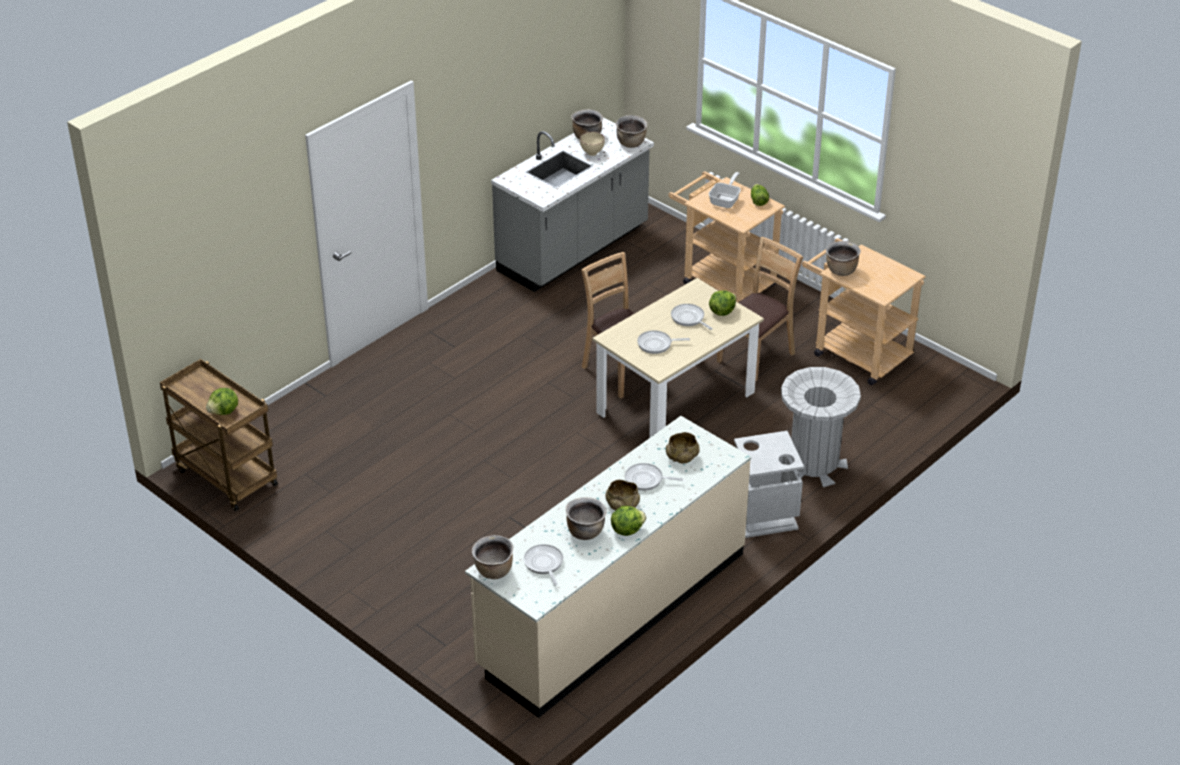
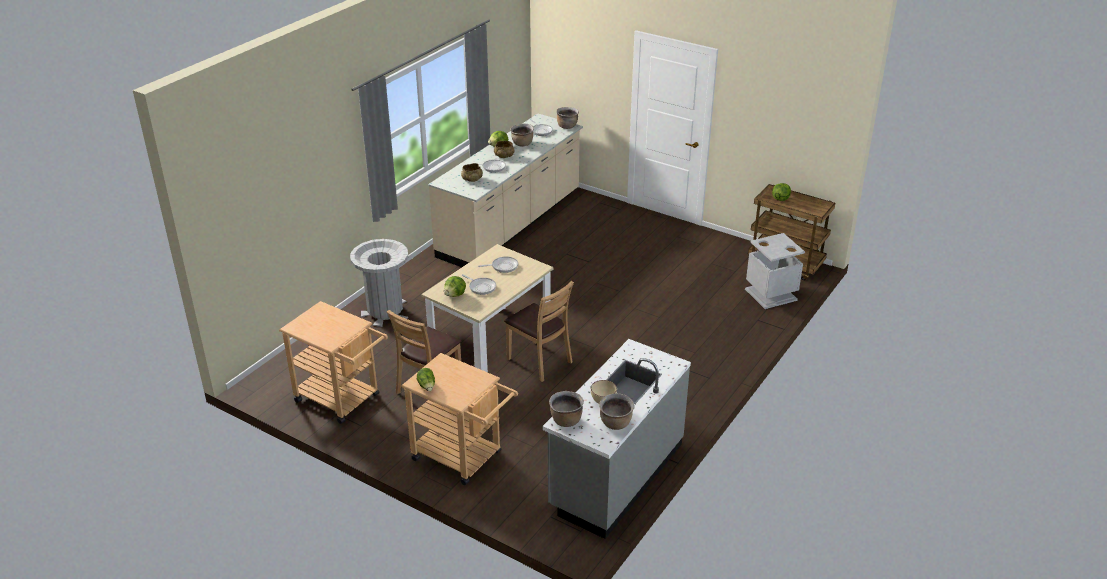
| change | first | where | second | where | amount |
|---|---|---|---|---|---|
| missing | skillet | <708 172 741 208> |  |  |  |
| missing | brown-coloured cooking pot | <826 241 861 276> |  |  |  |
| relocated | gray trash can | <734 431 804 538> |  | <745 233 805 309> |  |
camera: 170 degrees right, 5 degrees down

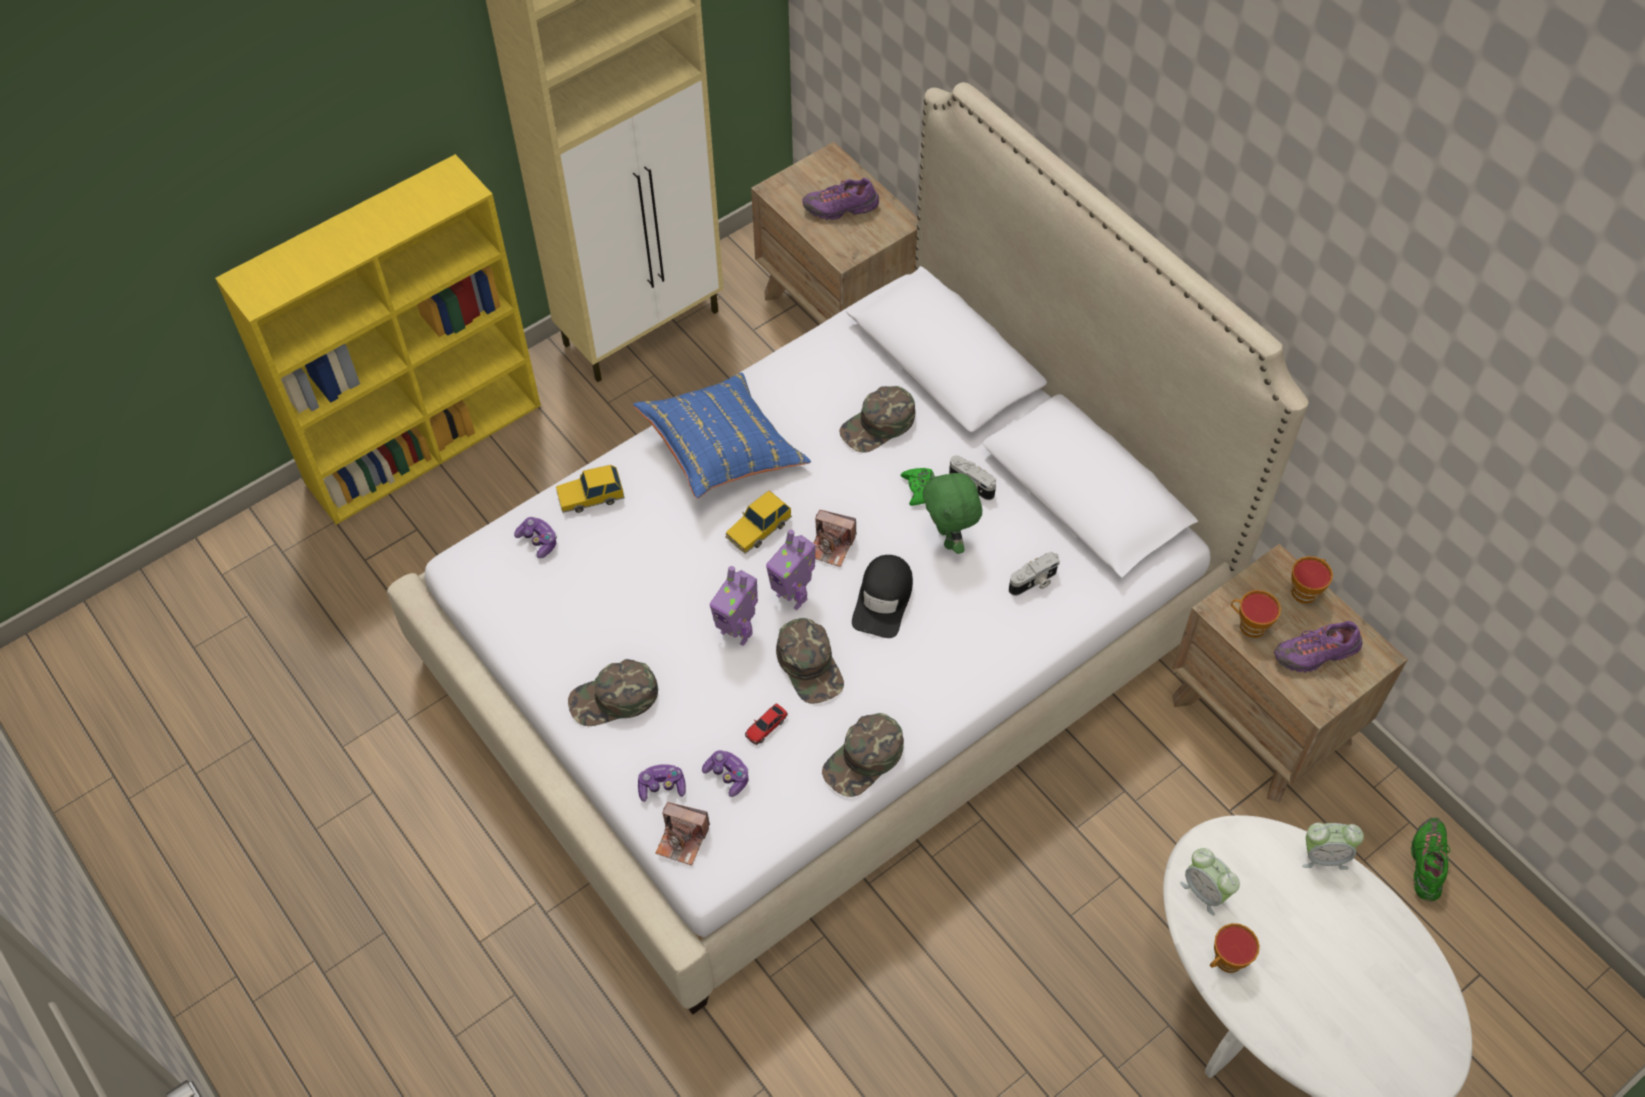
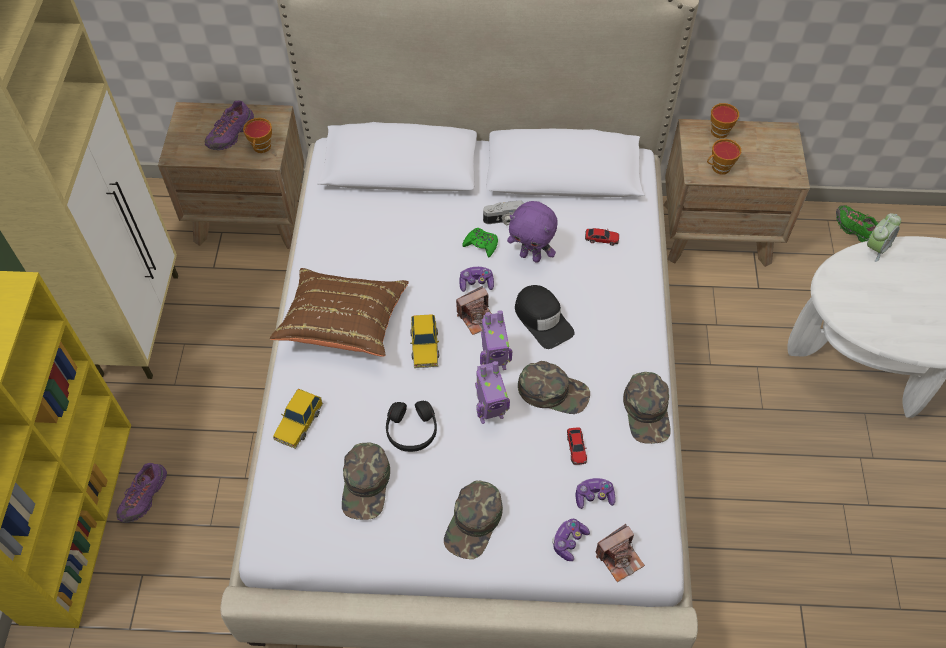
| change | first | where | second | where | amount |
|---|---|---|---|---|---|
| colour | blue pillow | <633 373 811 499> | brown-coloured pillow | <270 268 409 357> |  |
| relocated | green baseball cap | <839 386 916 453> |  | <342 443 390 520> |  |
| colour | green soft toy | <922 471 982 554> | purplish soft toy | <507 201 558 263> |  |
| relocated | joypad | <514 517 557 559> |  | <459 267 494 292> |  |
| exchanged | still camera | <1009 552 1060 596> | model car | <585 228 619 246> |  |
| relocated | purplish shoe | <1274 621 1362 673> |  | <116 463 167 523> |  |
| missing | bedside clock | <1180 848 1240 916> |  |  |  |
| relocated | small cup | <1210 923 1260 973> |  | <243 118 272 153> |  |
| appeared |  |  | black pair of headphones | <386 401 437 452> |  |
camera: 50 degrees left, 0 degrees up

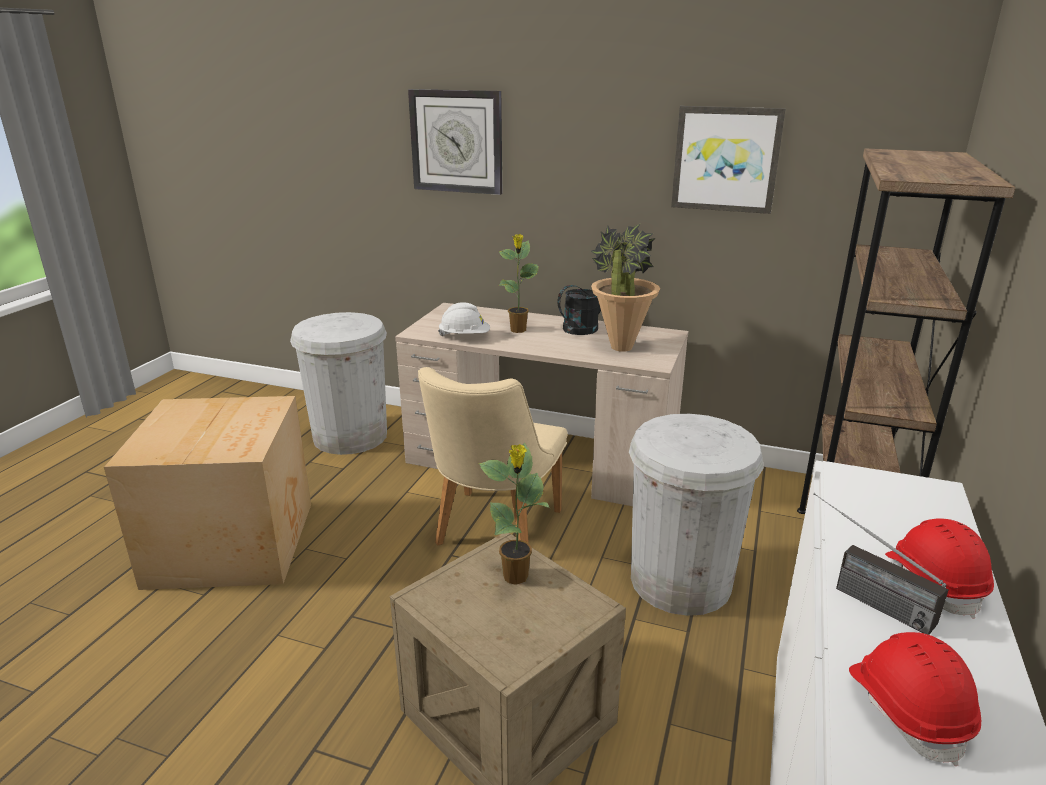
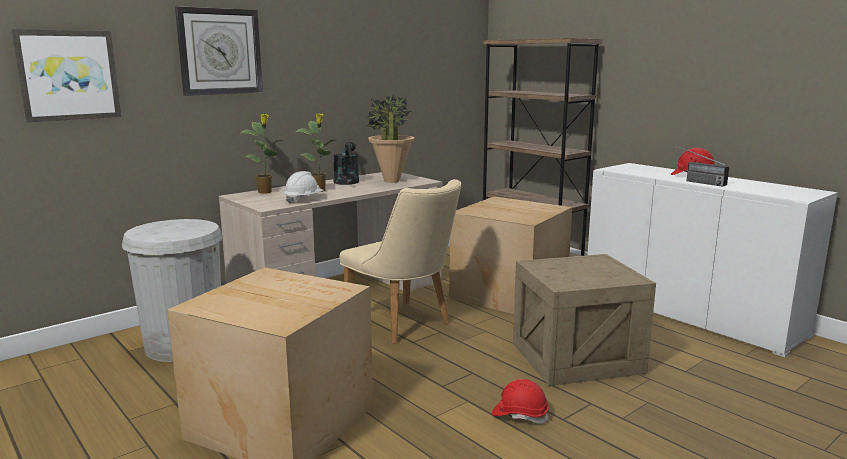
| change | first | where | second | where | amount |
|---|---|---|---|---|---|
| relocated | wall picture | <671 106 786 214> |  | <11 29 121 122> |  |
| exchanged | white-coloured trash can | <629 414 764 616> | carton | <449 196 572 314> |  |
| relocated | potted plant | <479 443 550 585> |  | <241 114 283 194> |  |
| spun | radio set | <813 493 948 635> |  | <674 145 729 187> | 60 degrees clockwise |
| relocated | red work helmet | <849 632 981 766> |  | <492 379 549 424> |  |
camera: 60 degrees left, 10 degrees down

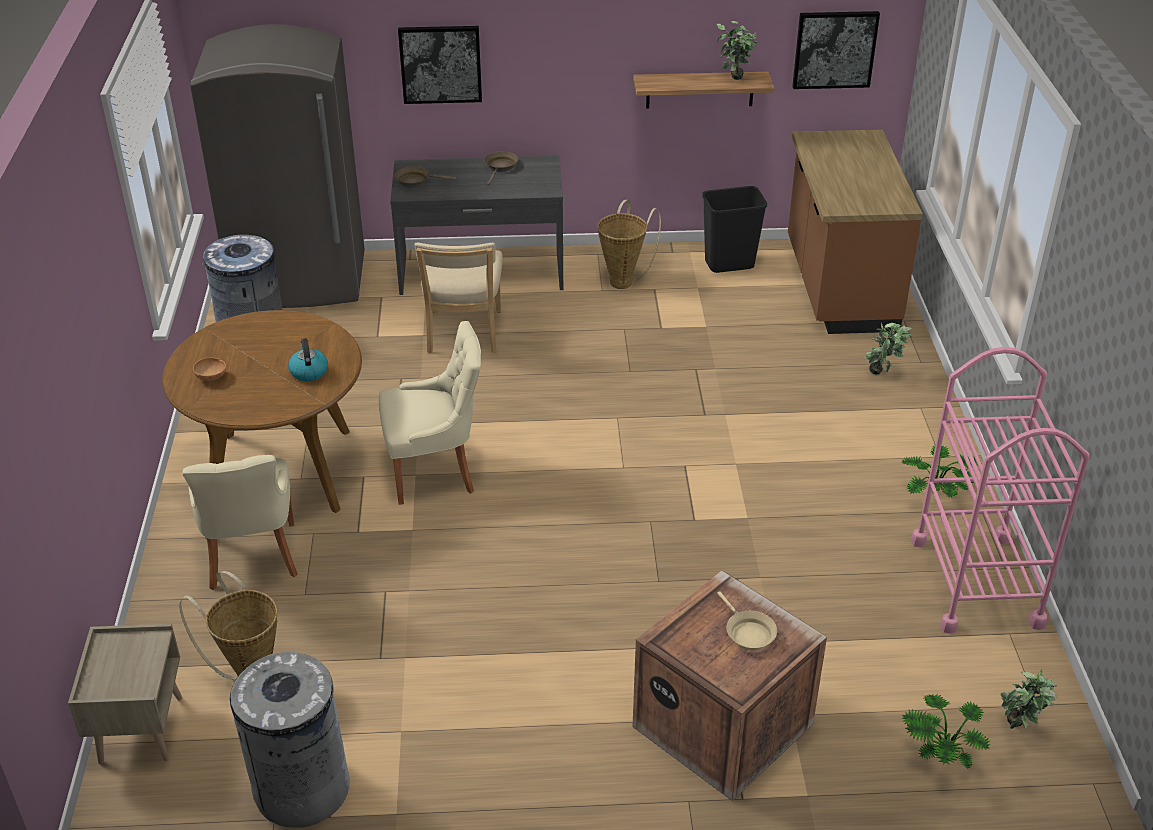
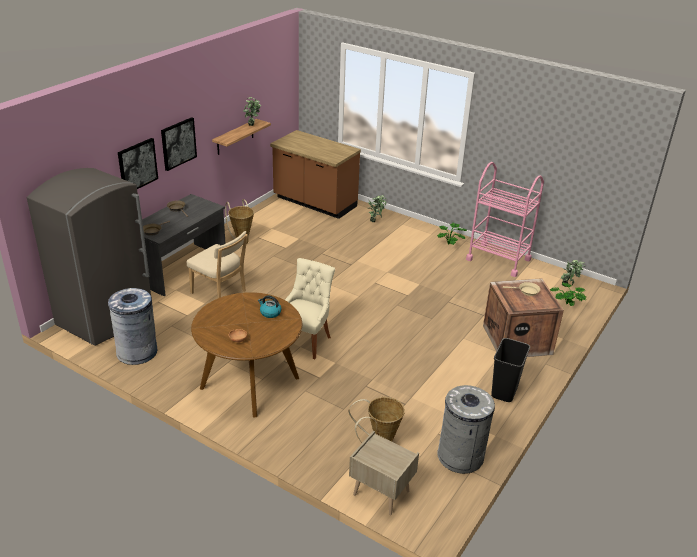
| change | first | where | second | where | amount |
|---|---|---|---|---|---|
| relocated | wall picture | <792 11 880 89> |  | <161 117 197 171> |  |
| relocated | black trash can | <702 186 767 273> |  | <491 338 530 402> |  |
| missing | beige-coloured upright chair | <183 455 298 590> |  |  |  |
camera: 55 degrees left, 5 degrees down

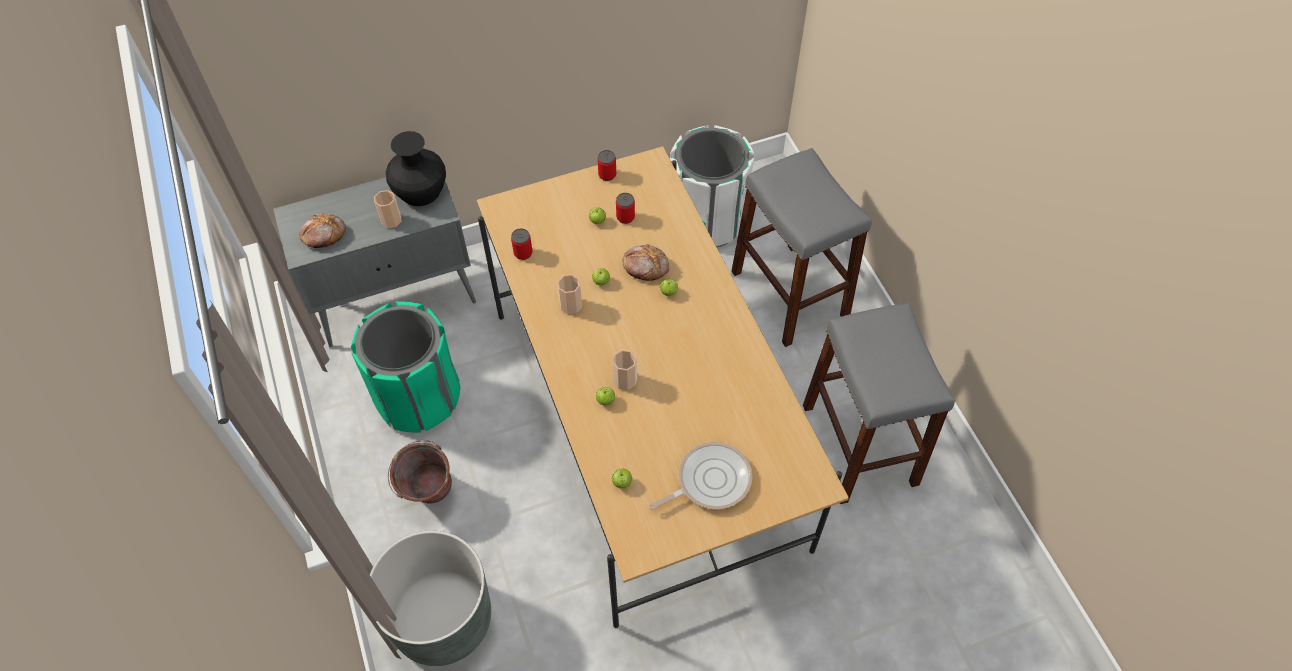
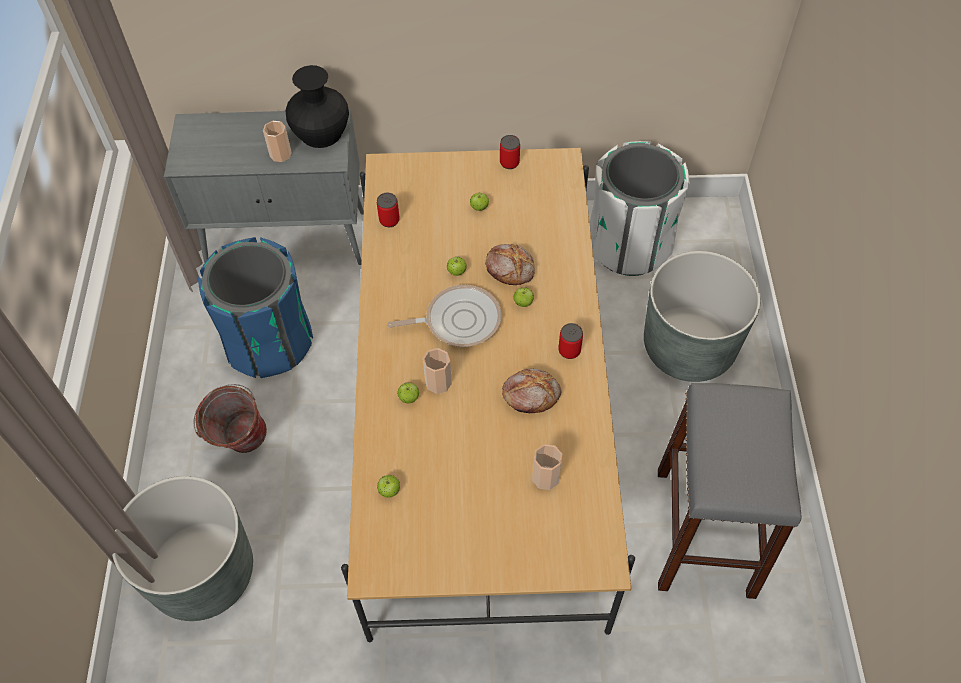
| change | first | where | second | where | amount |
|---|---|---|---|---|---|
| exchanged | gray stool seat | <731 148 872 347> | gray flower pot | <644 251 760 382> |  |
| relocated | metal can | <616 193 635 224> |  | <558 323 583 359> |  |
| relocated | bakery bread | <299 214 346 248> |  | <502 369 561 413> |  |
| relocated | small cup | <557 274 582 314> |  | <532 444 562 490> |  |
| colour | green trash can | <351 301 461 433> | blue trash can | <198 237 313 378> |  |
| relocated | skillet | <649 442 752 510> |  | <387 285 501 347> |  |
camera: 20 degrees right, 0 degrees up

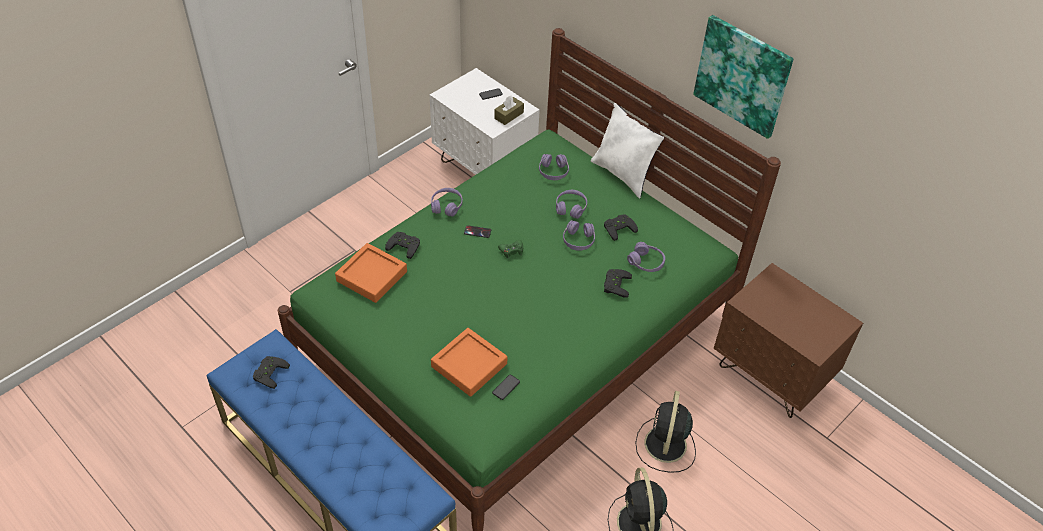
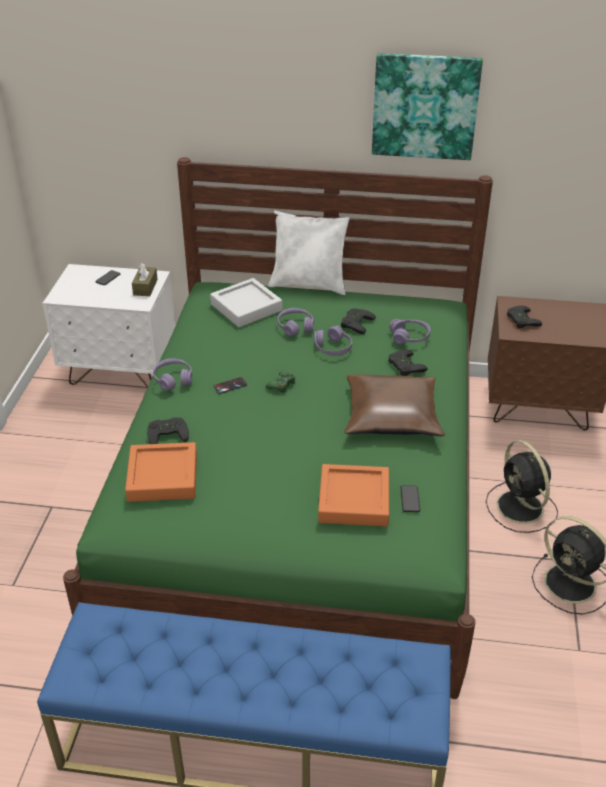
| change | first | where | second | where | amount |
|---|---|---|---|---|---|
| exchanged | purplish pair of headphones | <539 154 569 180> | gray serving tray | <210 278 283 327> |  |
| relocated | black joypad | <253 356 290 389> |  | <507 306 542 328> |  |
| appeared |  |  | brown-coloured pillow | <344 374 445 436> |  |
camera: 35 degrees left, 10 degrees down

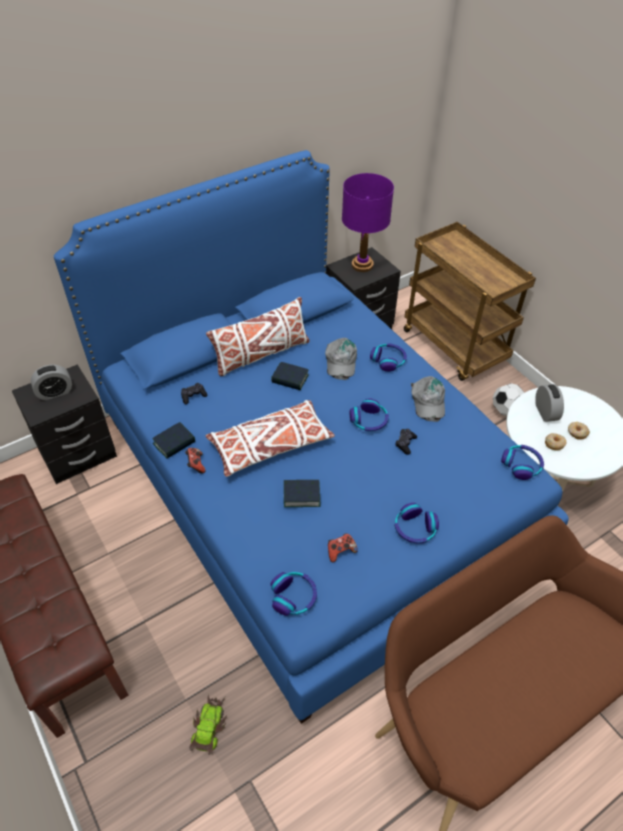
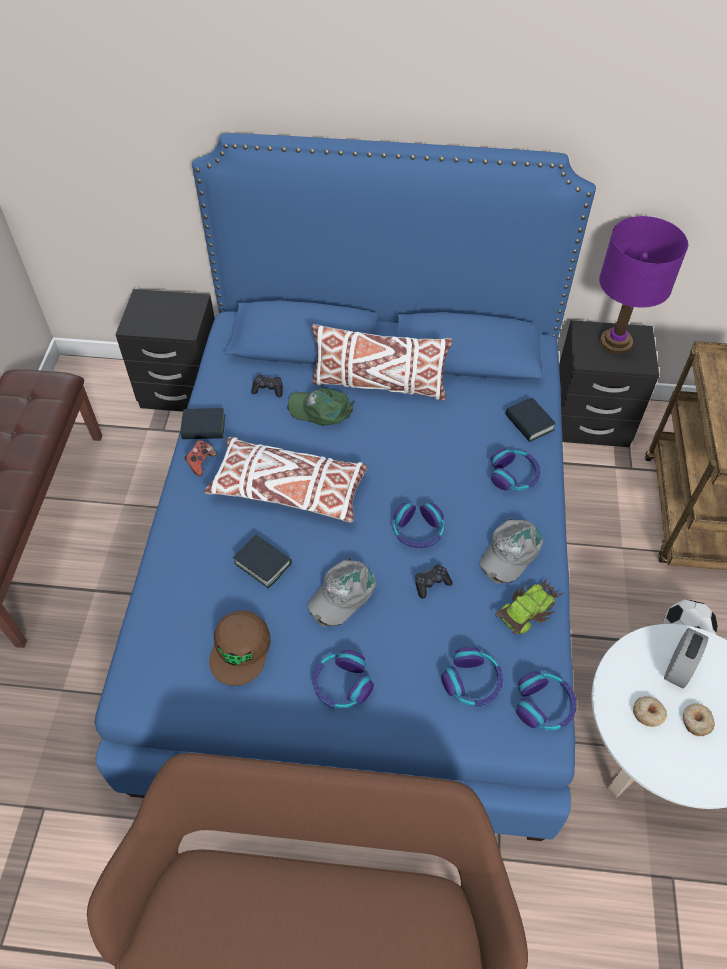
| change | first | where | second | where | amount |
|---|---|---|---|---|---|
| relocated | gray baseball cap | <325 338 357 380> |  | <308 558 376 627> |  |
| relocated | volume | <271 362 309 390> |  | <505 398 556 442> |  |
| missing | bedside clock | <31 365 72 400> |  |  |  |
| exchanged | joypad | <328 533 358 562> | brown-coloured baseball cap | <209 610 271 686> |  |
| relocated | pair of headphones | <270 572 317 616> |  | <441 647 503 706> |  |
| relocated | model car | <189 694 227 755> |  | <495 577 565 634> |  |
| appeared |  |  | green baseball cap | <287 388 355 425> |  |
camera: 40 degrees right, 5 degrees up

